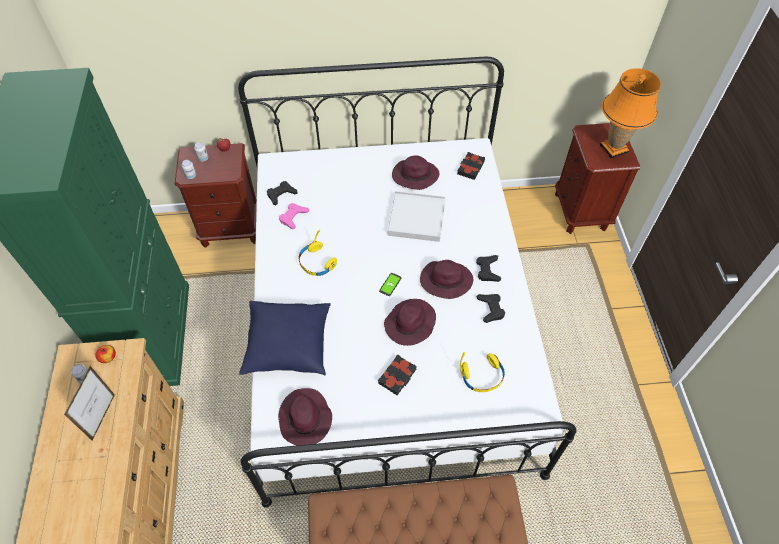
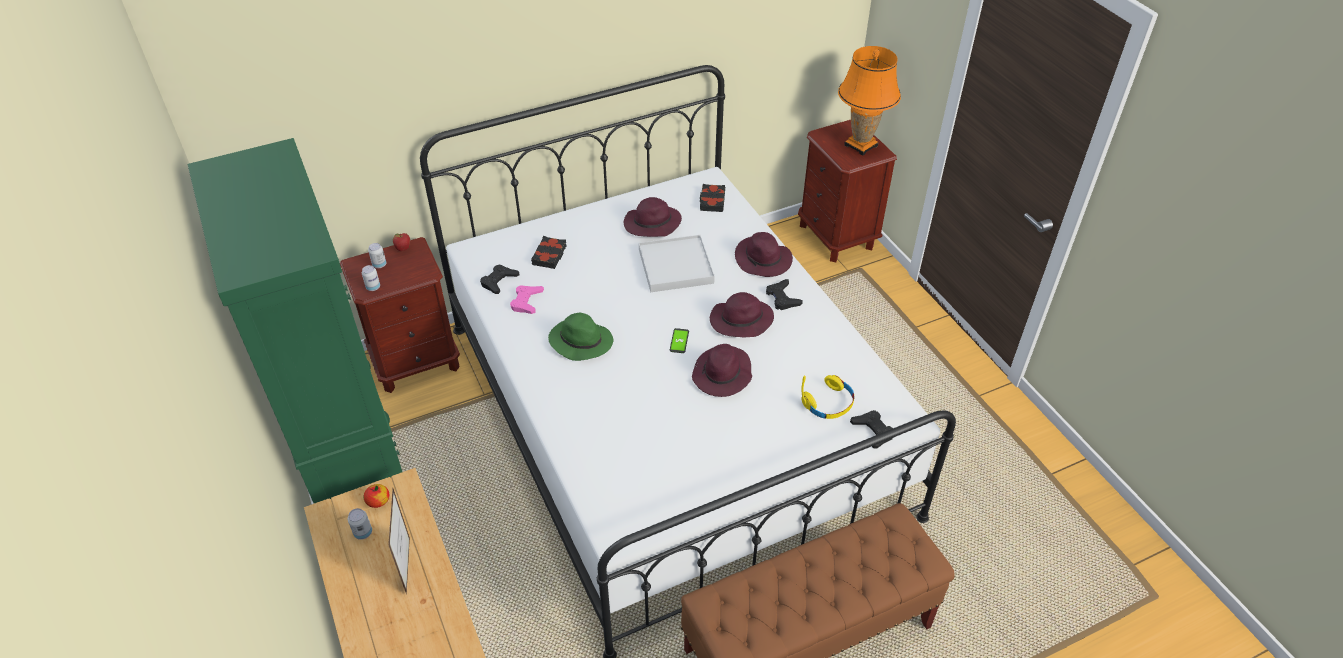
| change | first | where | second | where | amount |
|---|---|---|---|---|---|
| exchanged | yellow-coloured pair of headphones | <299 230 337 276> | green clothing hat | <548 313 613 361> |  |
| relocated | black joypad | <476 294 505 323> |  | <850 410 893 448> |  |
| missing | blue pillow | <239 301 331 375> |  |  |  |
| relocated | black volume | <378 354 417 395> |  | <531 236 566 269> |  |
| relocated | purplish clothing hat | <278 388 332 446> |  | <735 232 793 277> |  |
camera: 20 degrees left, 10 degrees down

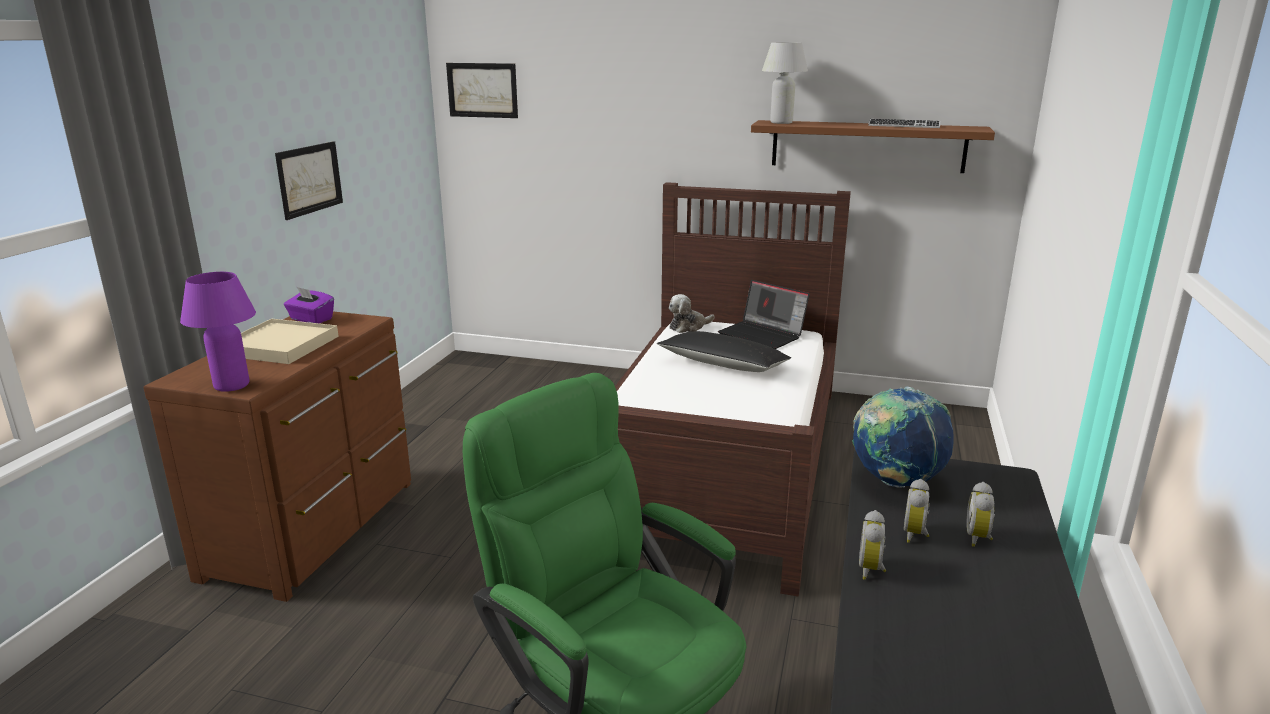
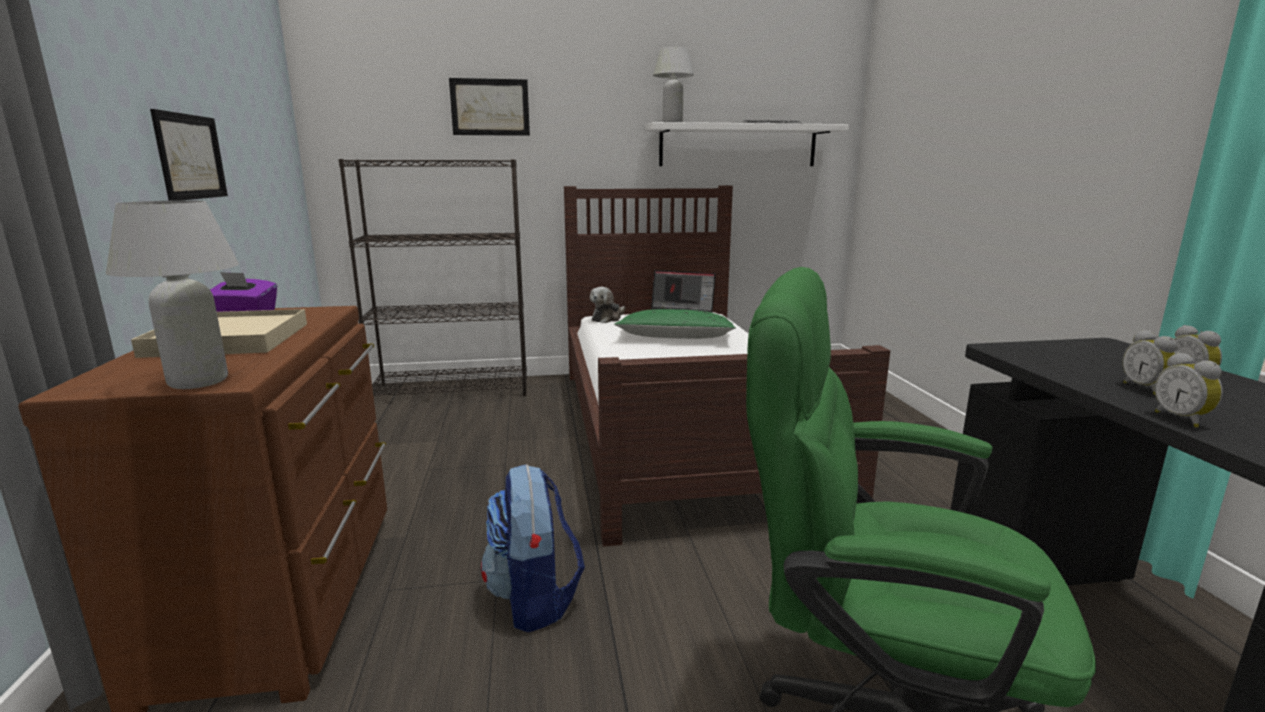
| change | first | where | second | where | amount |
|---|---|---|---|---|---|
| relocated | wall picture | <446 63 518 118> |  | <449 78 530 136> |  |
| colour | brown-coloured bracket shelf | <751 120 995 173> | white-coloured bracket shelf | <645 122 849 166> |  |
| colour | purplish table lamp | <180 272 256 392> | white-coloured table lamp | <106 200 239 389> |  |
| colour | black pillow | <657 331 791 372> | green pillow | <614 309 736 339> |  |
| missing | world globe | <852 386 954 488> |  |  |  |
| appeared |  |  | black shelving unit | <338 159 527 396> |  |
| appeared |  |  | backpack | <481 464 585 632> |  |
camera: 25 degrees left, 5 degrees down

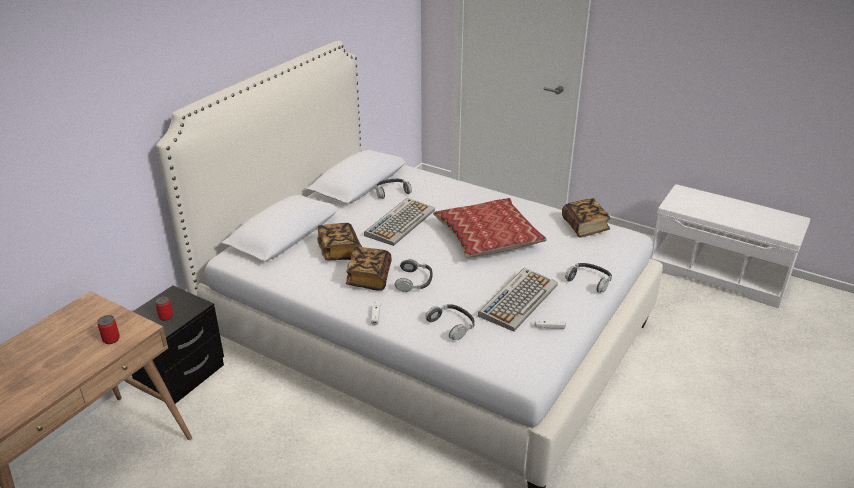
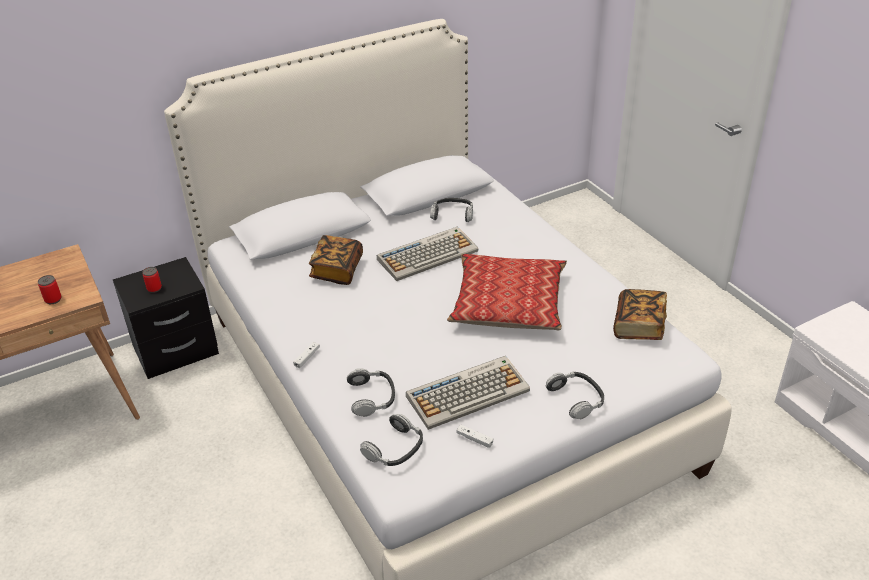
| change | first | where | second | where | amount |
|---|---|---|---|---|---|
| missing | volume | <346 247 392 291> |  |  |  |
| relocated | pair of headphones | <394 259 432 292> |  | <360 414 423 466> |  |
camera: 30 degrees right, 5 degrees up

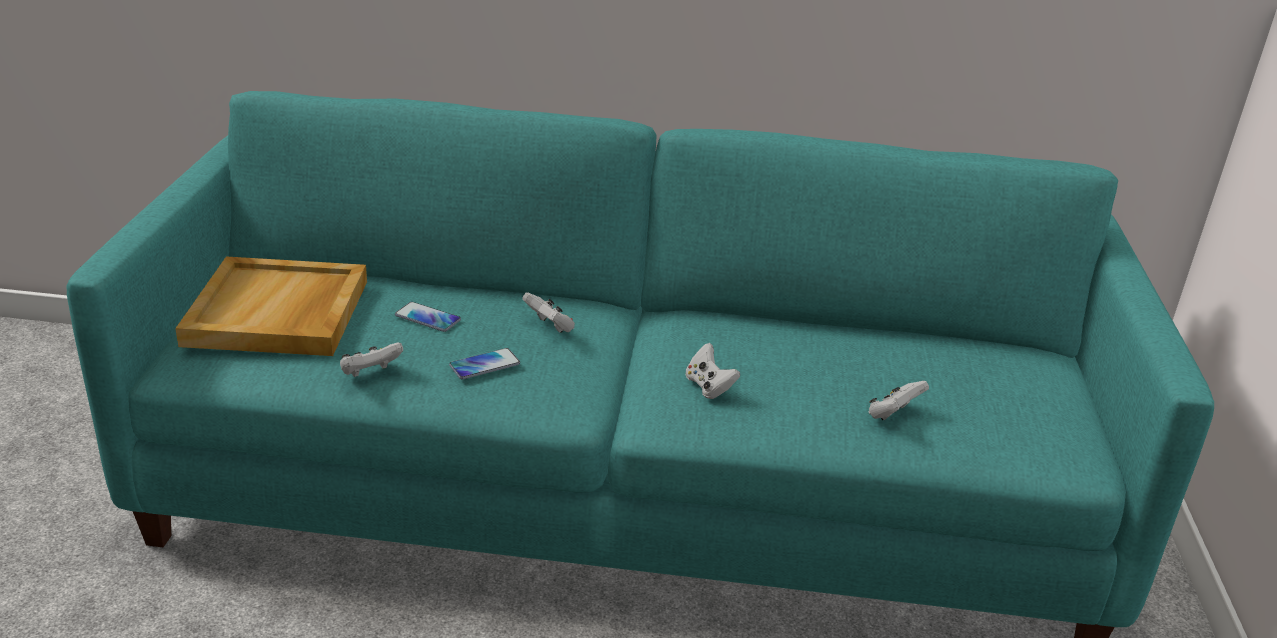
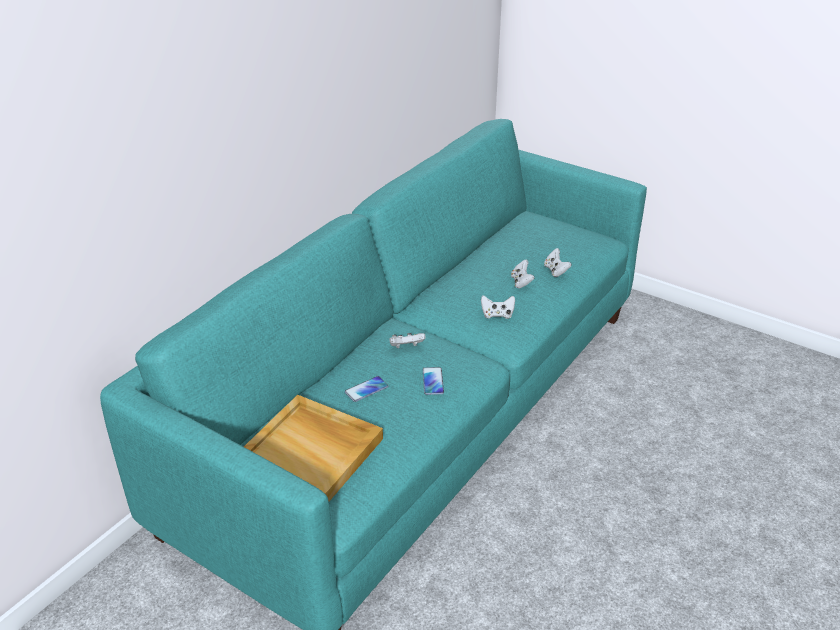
| change | first | where | second | where | amount |
|---|---|---|---|---|---|
| relocated | white-coloured joypad | <340 342 403 377> |  | <511 260 535 289> |  |
camera: 60 degrees left, 5 degrees up

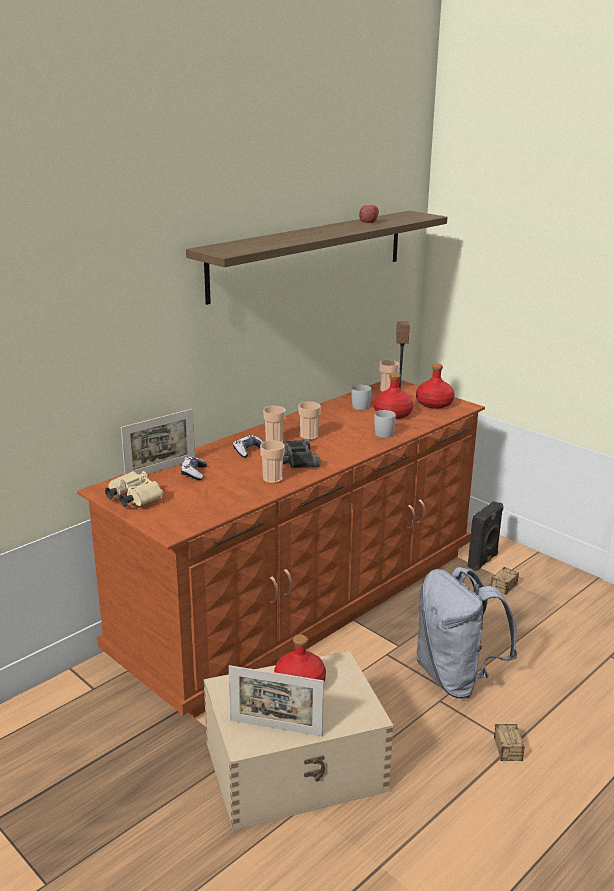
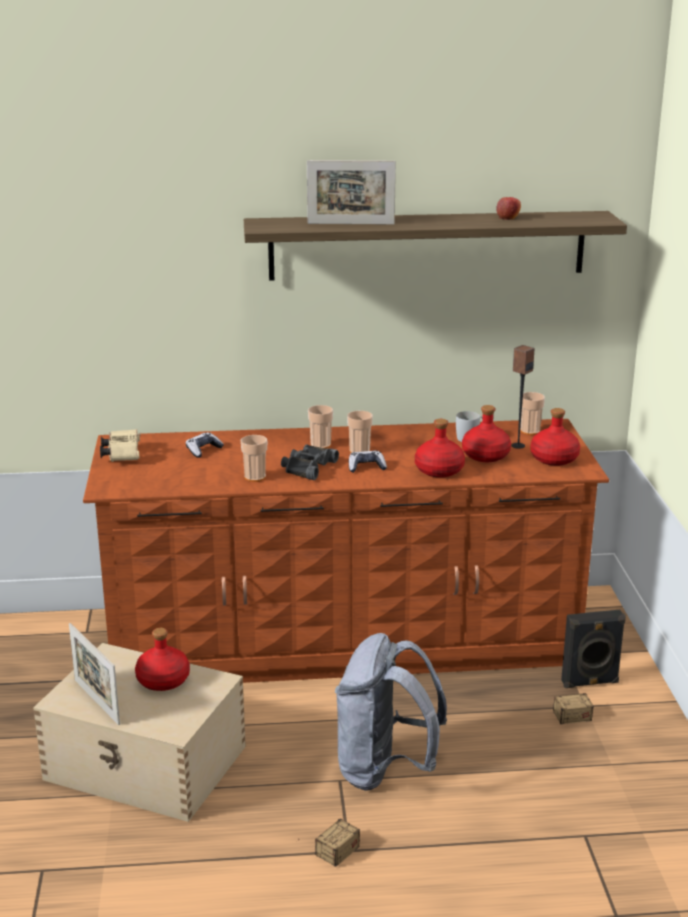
| change | first | where | second | where | amount |
|---|---|---|---|---|---|
| relocated | picture frame | <121 409 195 474> |  | <307 160 396 225> |  |
| exchanged | white-coloured tea mug | <374 410 396 438> | red bottle | <415 419 465 478> |  |
| relocated | joypad | <233 435 263 458> |  | <349 451 387 473> |  |
camera: 40 degrees right, 0 degrees up

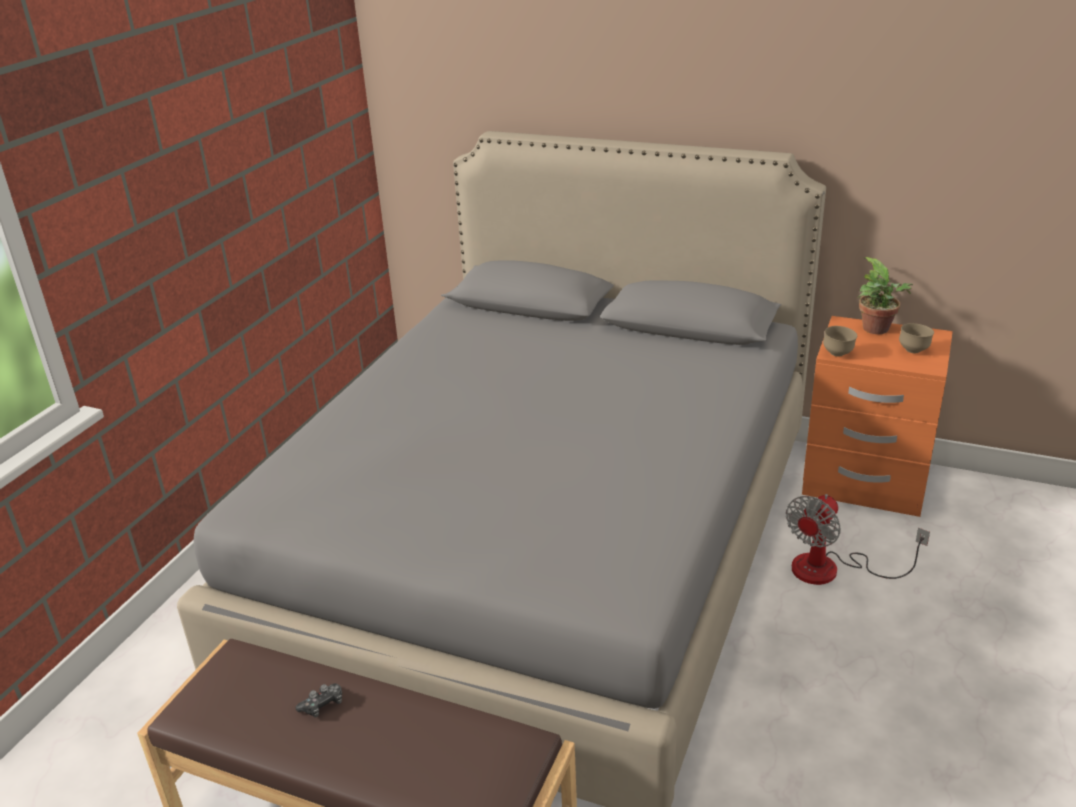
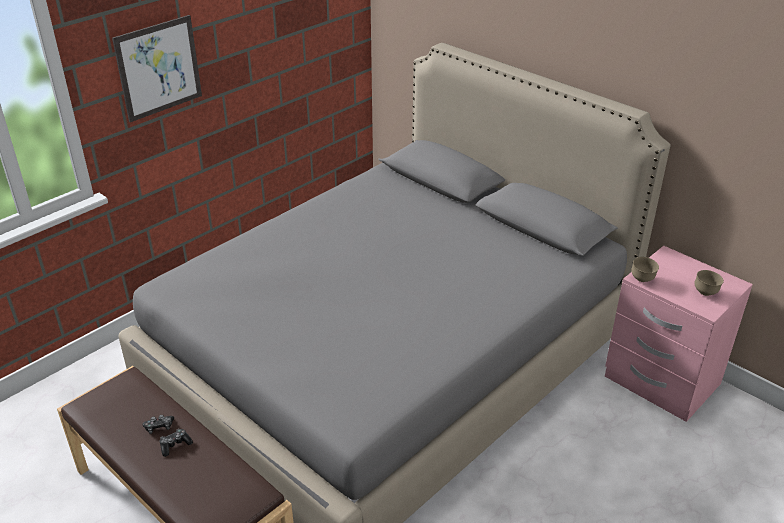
| change | first | where | second | where | amount |
|---|---|---|---|---|---|
| missing | potted plant | <857 257 913 334> |  |  |  |
| colour | orange-coloured night table | <802 316 953 517> | pink-coloured night table | <605 246 753 422> |  |
| missing | electric fan | <786 494 930 585> |  |  |  |
| appeared |  |  | wall picture | <112 15 202 122> |  |
| appeared |  |  | joypad | <160 429 193 457> |  |
camera: 20 degrees right, 5 degrees up

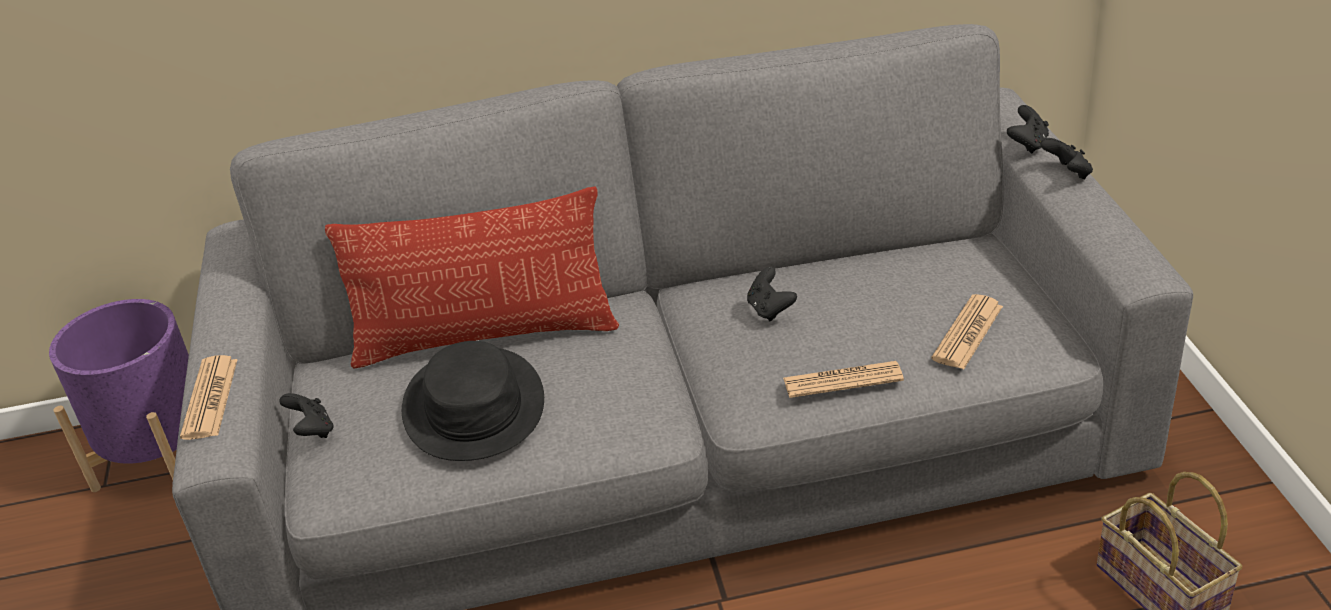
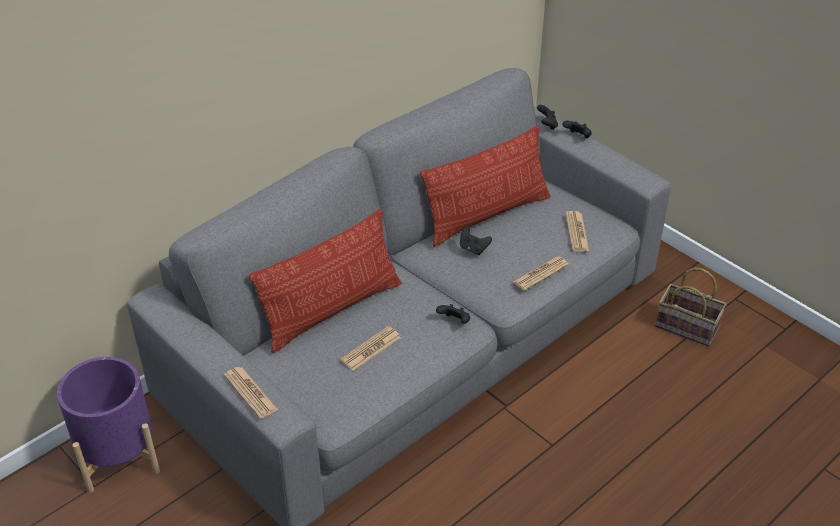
| change | first | where | second | where | amount |
|---|---|---|---|---|---|
| exchanged | black clothing hat | <402 341 544 461> | printed paper | <340 326 401 371> |  |
| relocated | black joypad | <279 393 334 438> |  | <436 304 470 324> |  |
| appeared |  |  | pillow | <420 125 551 247> |  |
camera: 35 degrees left, 5 degrees up

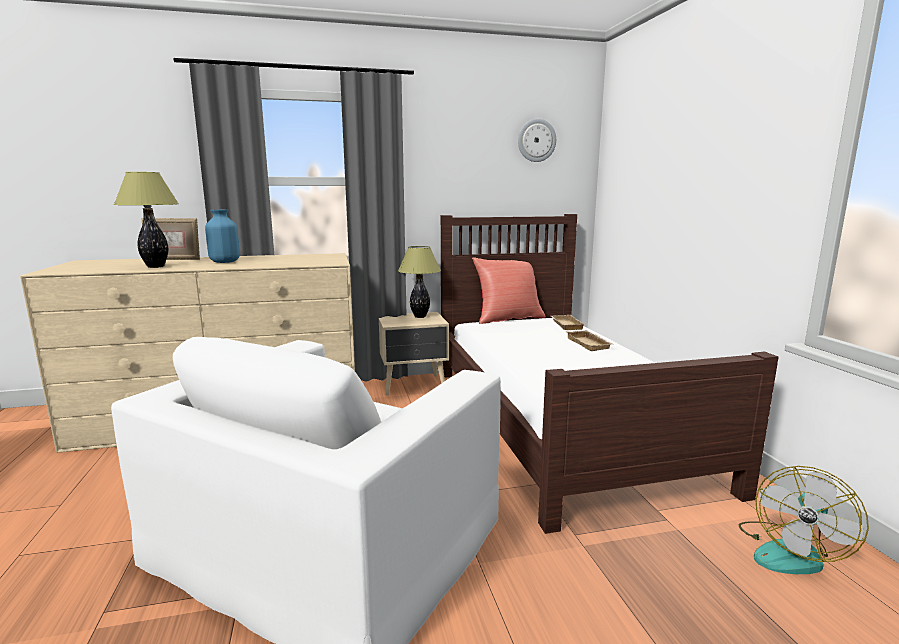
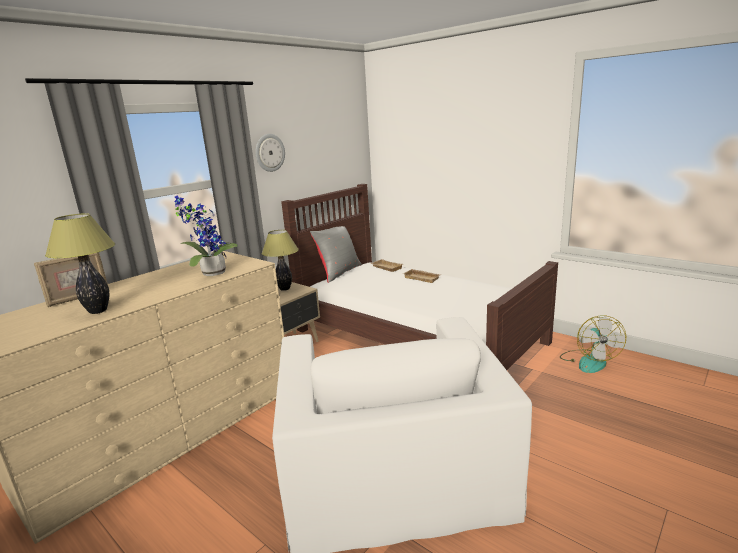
| change | first | where | second | where | amount |
|---|---|---|---|---|---|
| relocated | wall clock | <518 119 556 162> |  | <255 134 285 172> |  |
| missing | blue vase | <205 210 240 263> |  |  |  |
| colour | red pillow | <472 257 546 324> | gray pillow | <310 226 362 283> |  |
| appeared |  |  | potted plant | <174 196 238 276> |  |
camera: 35 degrees left, 5 degrees up

